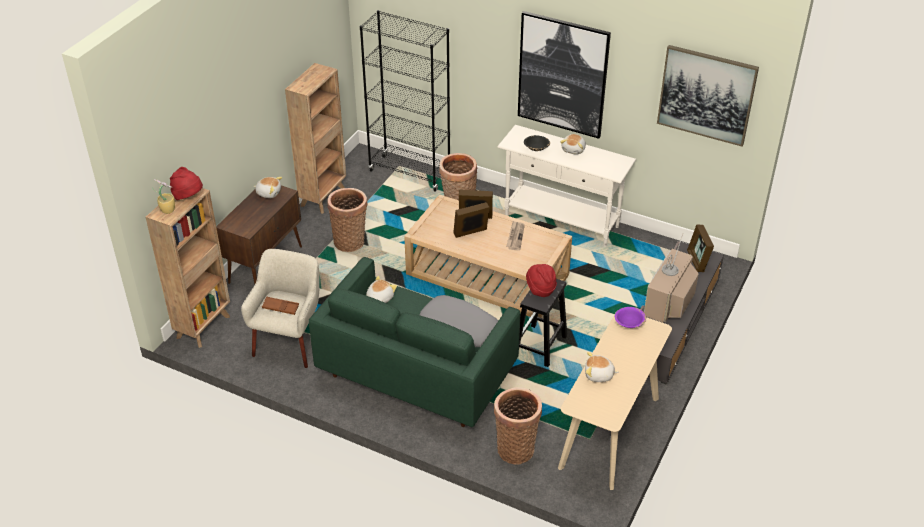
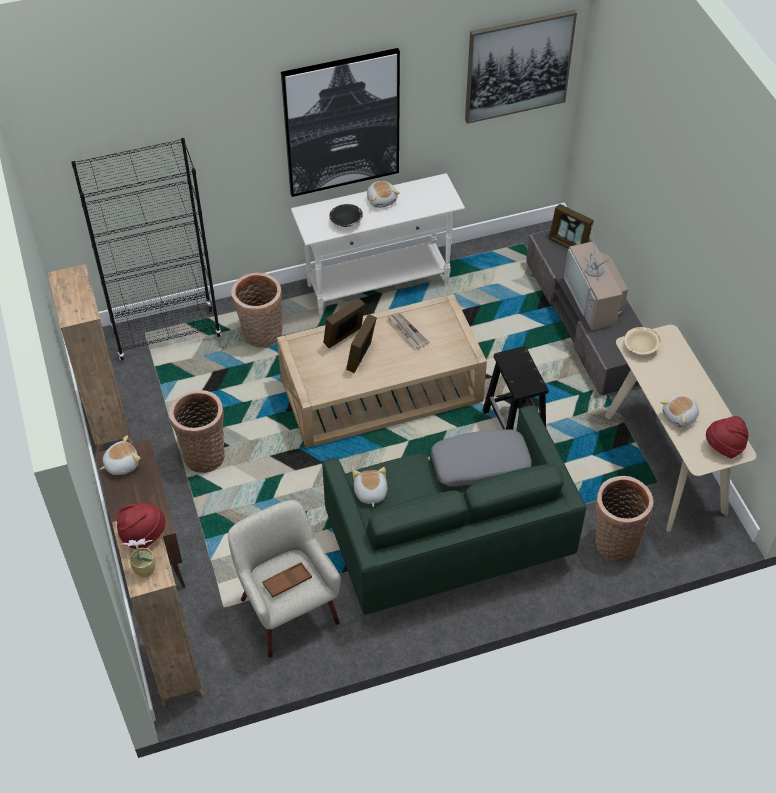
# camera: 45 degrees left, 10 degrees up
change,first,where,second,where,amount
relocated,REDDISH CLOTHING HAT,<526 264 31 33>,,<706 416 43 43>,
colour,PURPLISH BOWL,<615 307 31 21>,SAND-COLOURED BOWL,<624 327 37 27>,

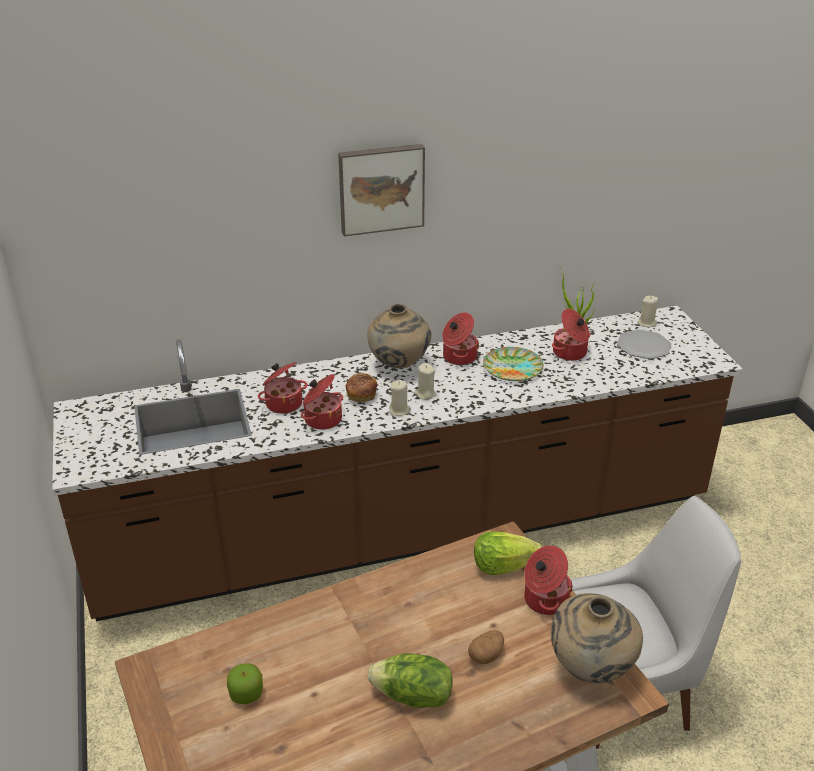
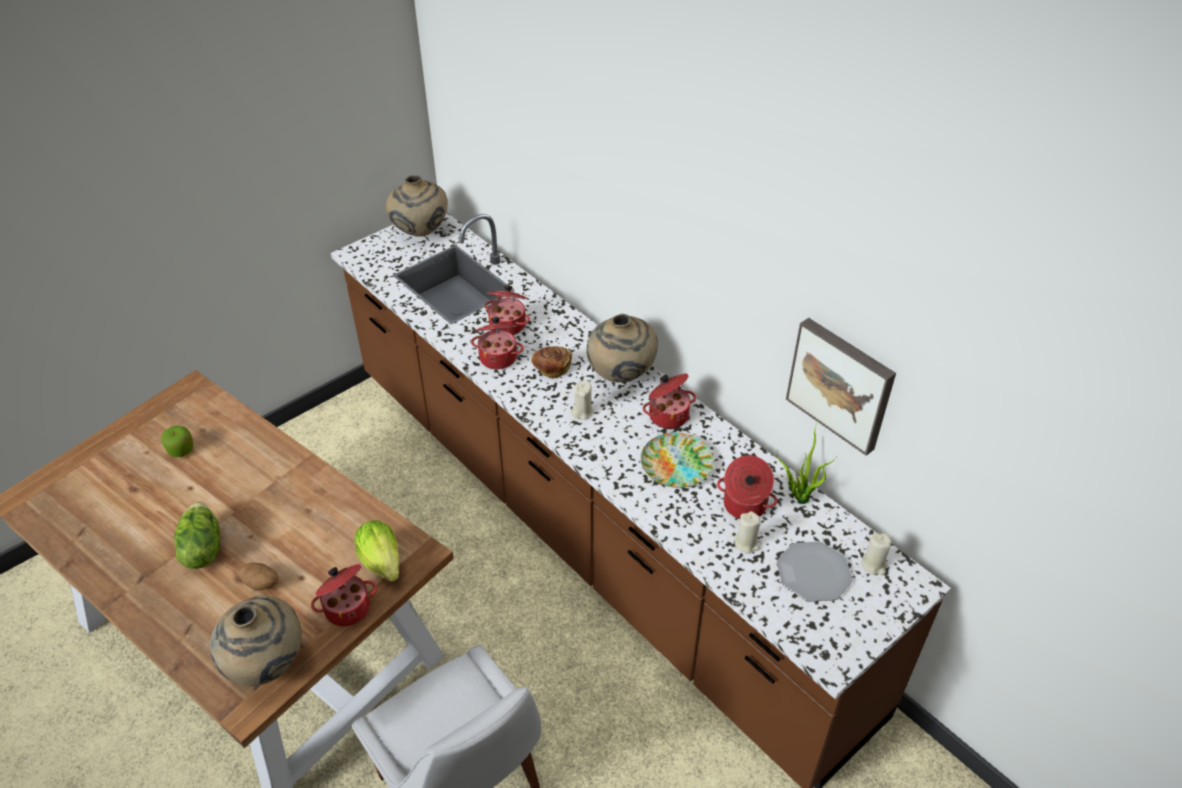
# camera: 65 degrees right, 10 degrees up
change,first,where,second,where,amount
relocated,WALL PICTURE,<338 144 87 92>,,<786 318 110 138>,
relocated,SAND-COLOURED WAX CANDLE,<389 380 21 36>,,<734 511 26 43>,
appeared,,,SAND-COLOURED DECORATIVE VASE,<385 175 63 62>,

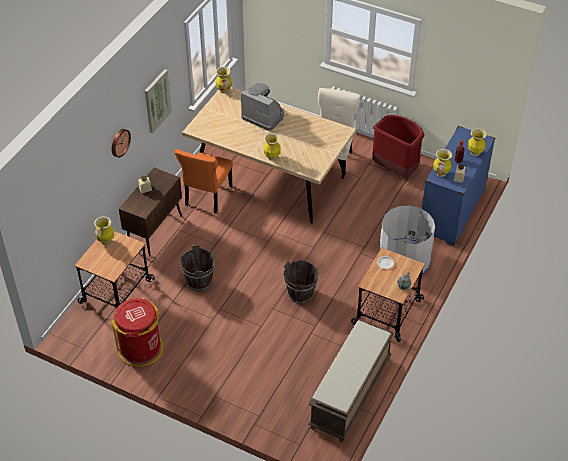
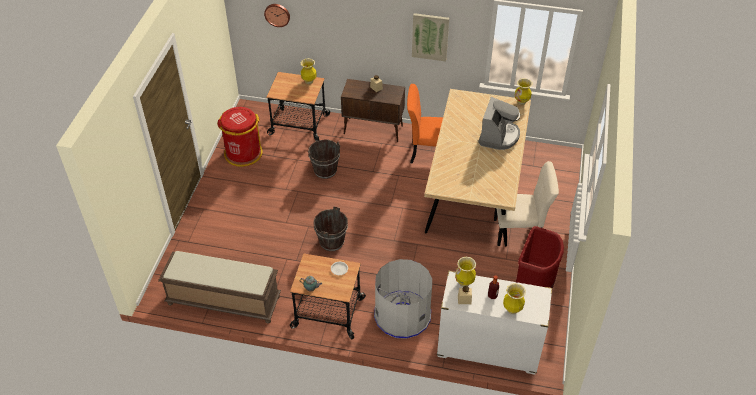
# camera: 75 degrees right, 0 degrees up
change,first,where,second,where,amount
relocated,WALL CLOCK,<112 129 19 29>,,<264 4 26 23>,
missing,DECORATIVE VASE,<264 133 17 28>,,,
colour,BLUE-COLOURED CHEST OF DRAWERS,<422 126 73 120>,WHITE-COLOURED CHEST OF DRAWERS,<437 271 115 104>,

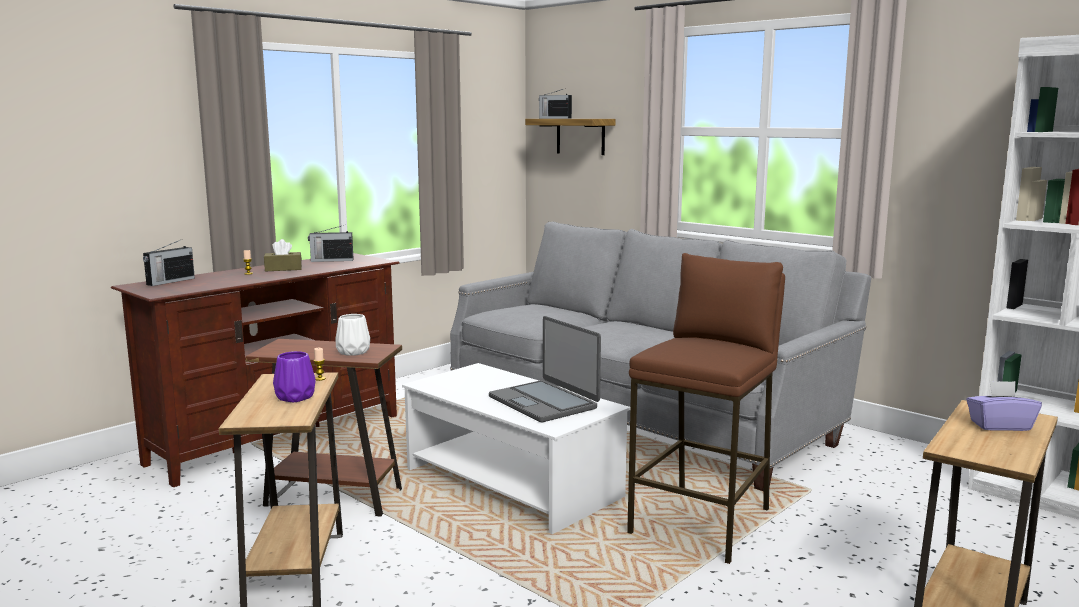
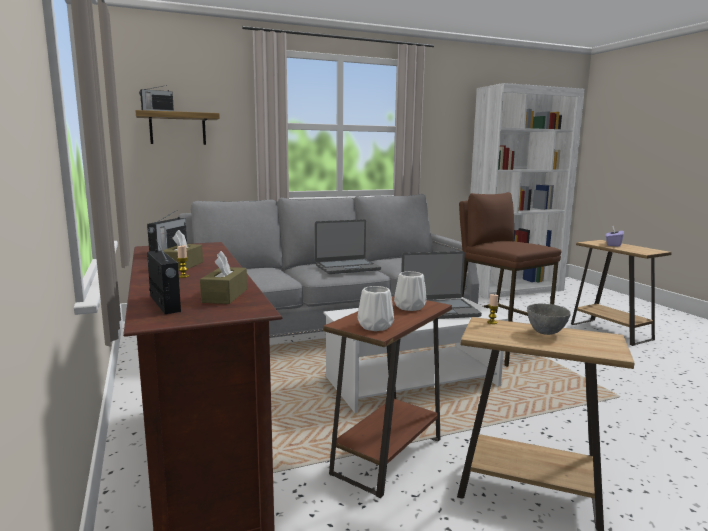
# camera: 65 degrees left, 0 degrees up
change,first,where,second,where,amount
exchanged,PURPLISH DECORATIVE VASE,<273 351 43 51>,GRAY BOWL,<527 303 44 32>,
appeared,,,BROWN-COLOURED BOX OF TISSUES,<200 251 47 53>,
appeared,,,LAPTOP,<315 219 66 55>,
appeared,,,WHITE-COLOURED DECORATIVE VASE,<358 286 36 45>,

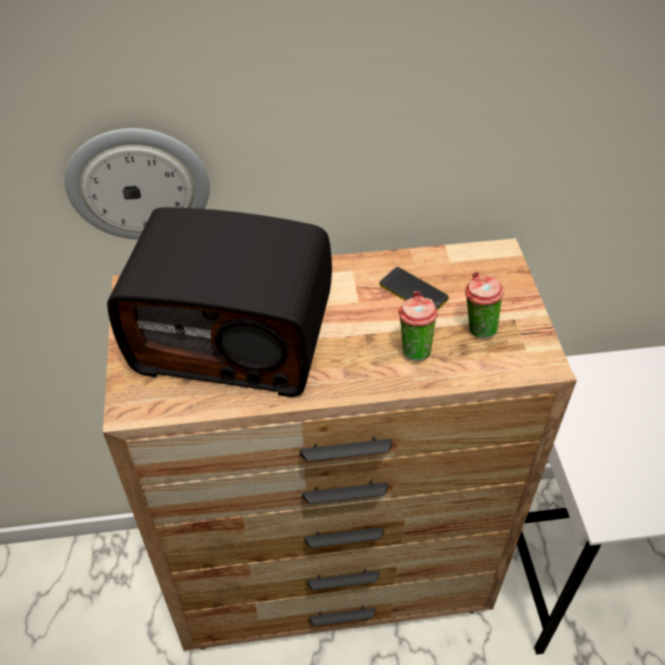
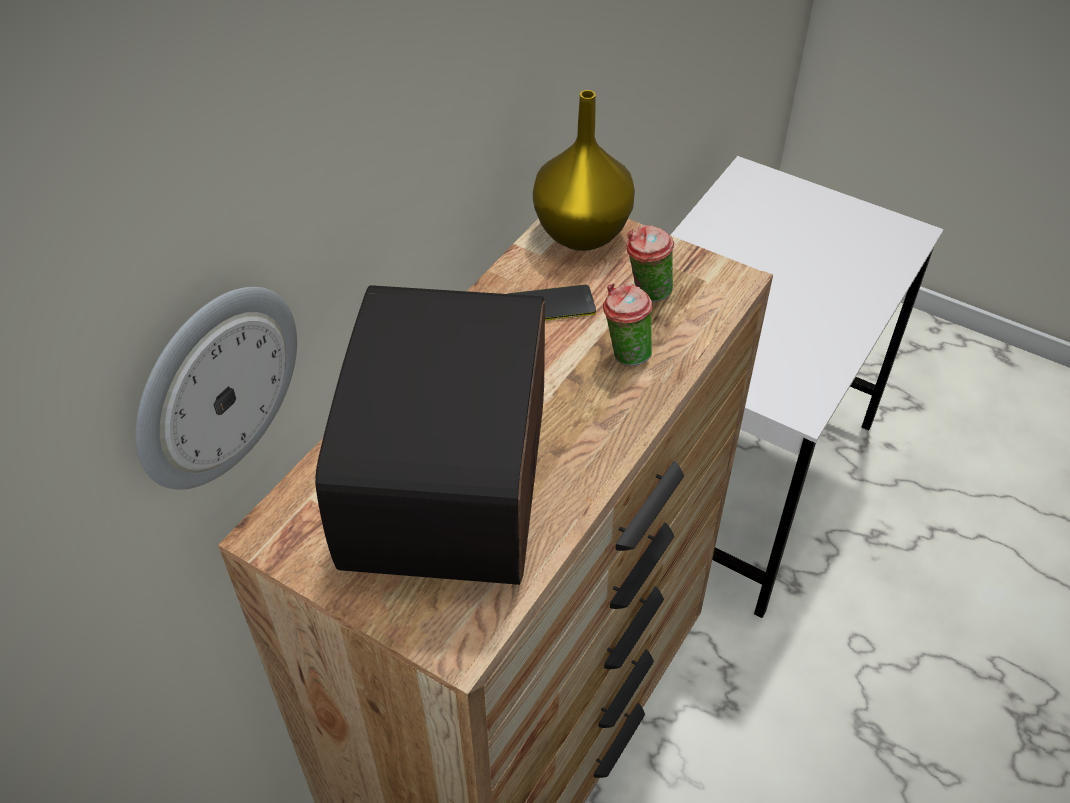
# camera: 50 degrees left, 0 degrees up
change,first,where,second,where,amount
spun,RADIO,<107 207 225 190>,,<315 285 230 300>,135 degrees clockwise
appeared,,,YELLOWISH DECORATIVE VASE,<533 90 102 161>,

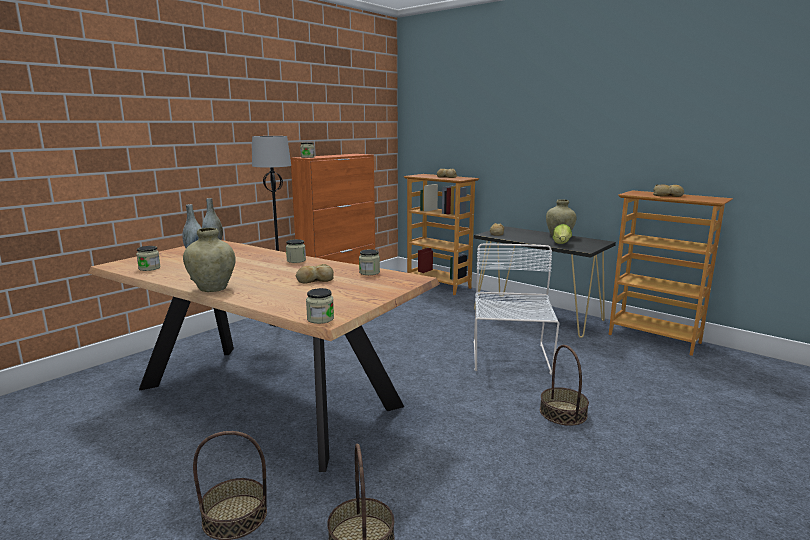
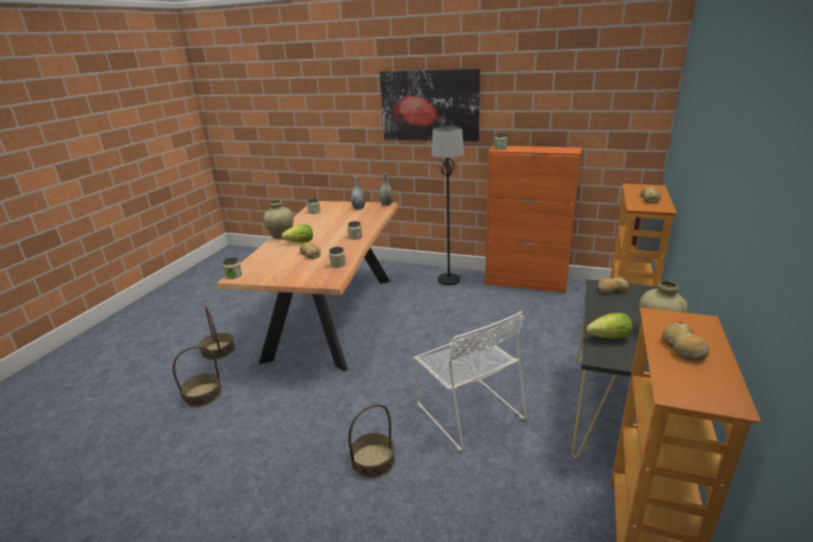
# camera: 70 degrees right, 10 degrees up
change,first,where,second,where,amount
spun,WHITE-COLOURED UPRIGHT CHAIR,<473 244 86 131>,,<413 311 114 141>,75 degrees clockwise
appeared,,,HEAD OF LETTUCE,<281 224 32 19>,
appeared,,,WALL PICTURE,<380 69 100 73>,

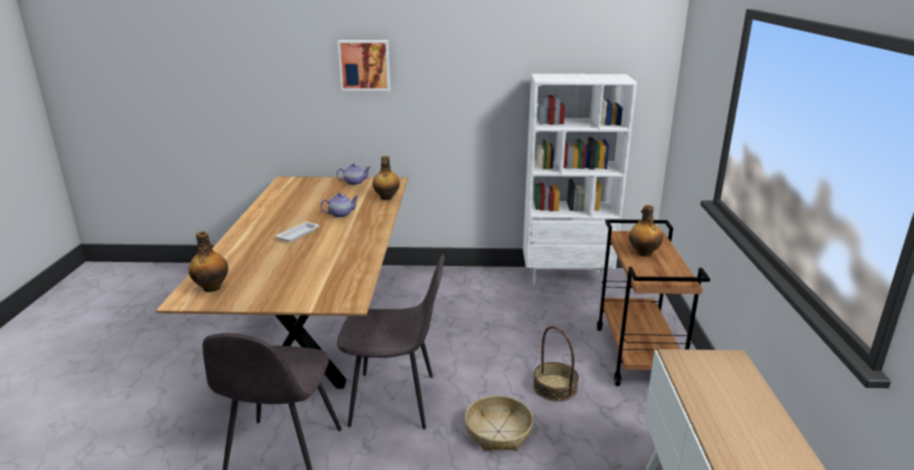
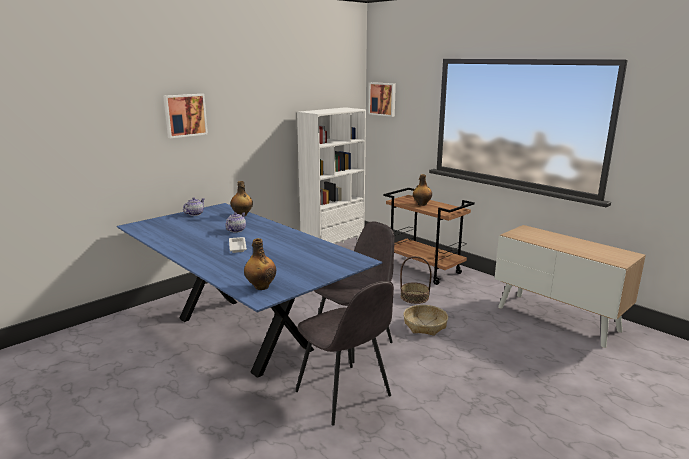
# camera: 45 degrees left, 5 degrees down
change,first,where,second,where,amount
colour,BROWN-COLOURED KITCHEN TABLE,<156 176 252 213>,BLUE-COLOURED KITCHEN TABLE,<117 203 266 175>,
appeared,,,WALL PICTURE,<369 82 27 35>,

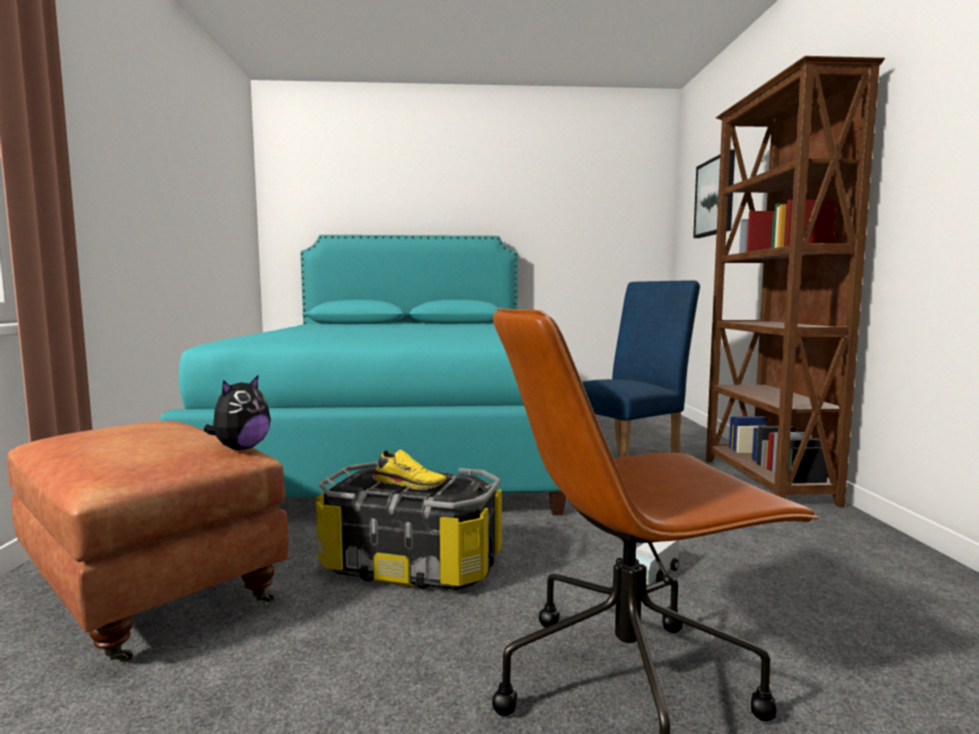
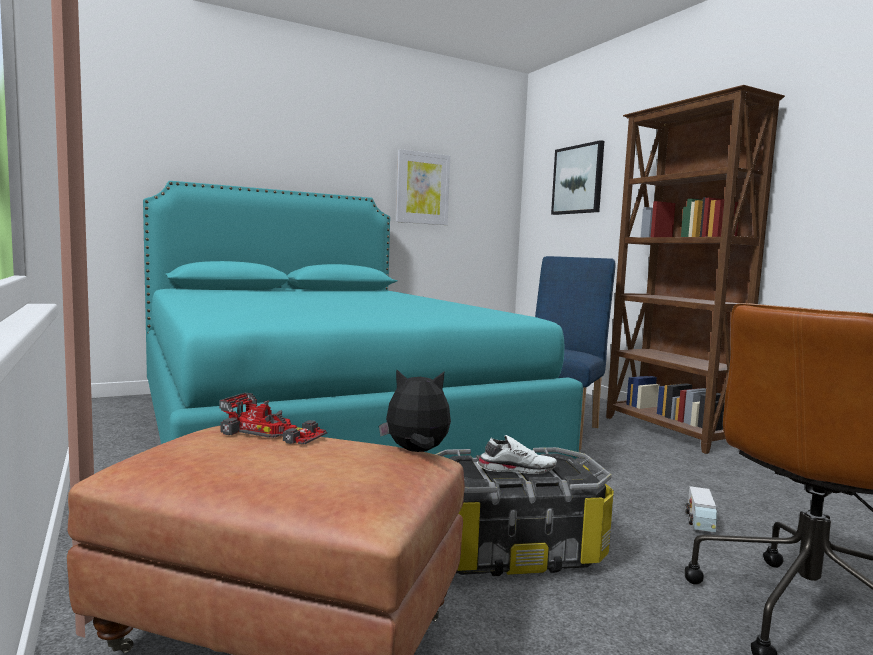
# camera: 25 degrees left, 0 degrees up
change,first,where,second,where,amount
spun,CUDDLY TOY,<203 375 68 75>,,<379 369 72 83>,90 degrees counterclockwise
colour,YELLOWISH ITEM OF FOOTWEAR,<373 449 74 41>,WHITE-COLOURED ITEM OF FOOTWEAR,<477 435 80 39>,
appeared,,,MODEL CAR,<220 393 107 51>,
appeared,,,WALL PICTURE,<396 149 54 76>,

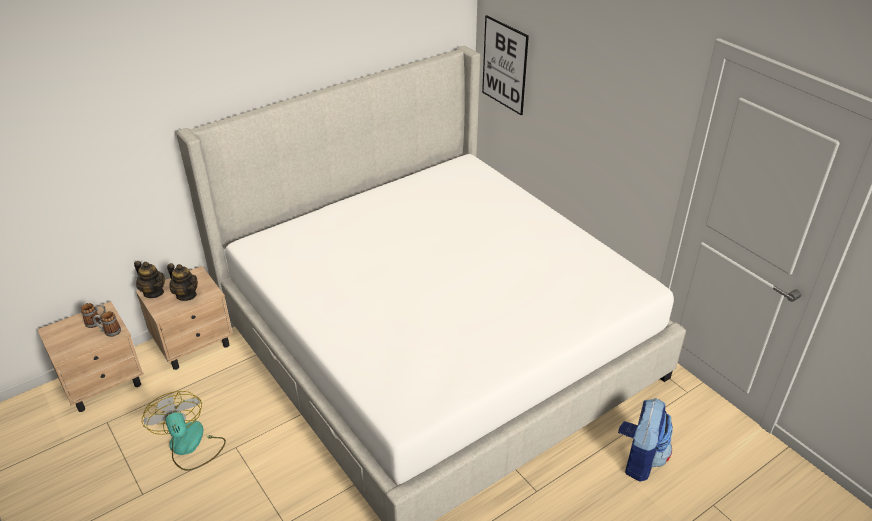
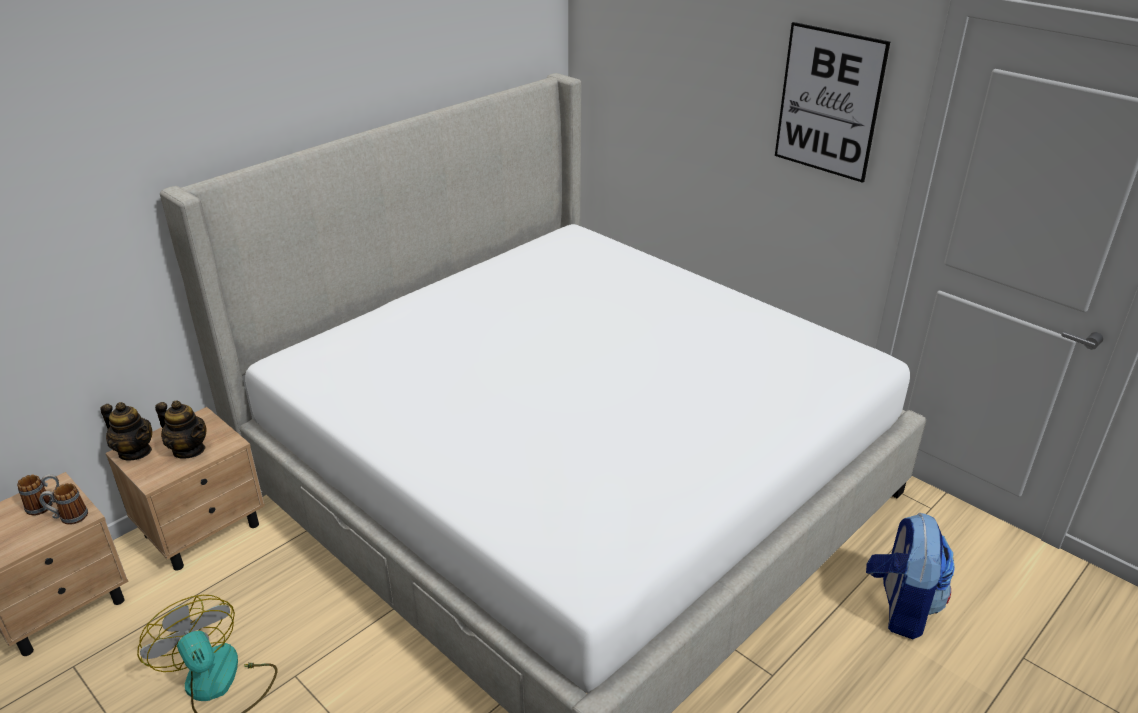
# camera: 10 degrees left, 5 degrees down
change,first,where,second,where,amount
relocated,WALL PICTURE,<482 15 47 100>,,<775 22 115 161>,

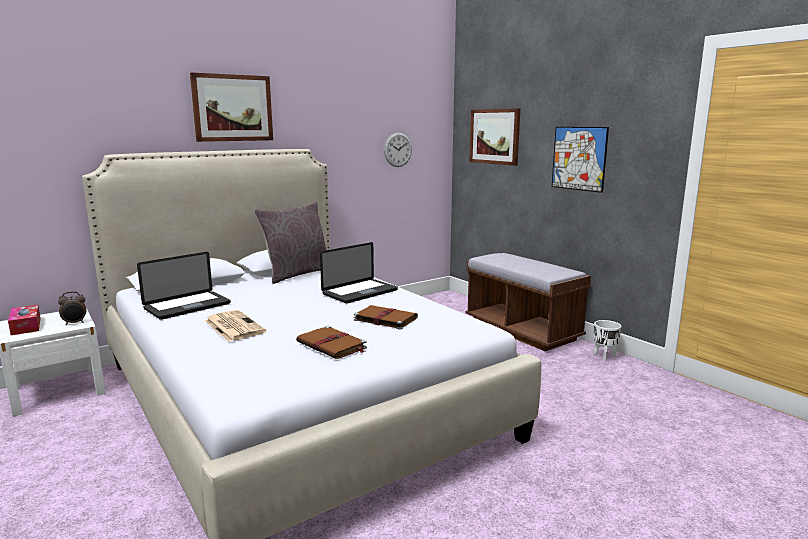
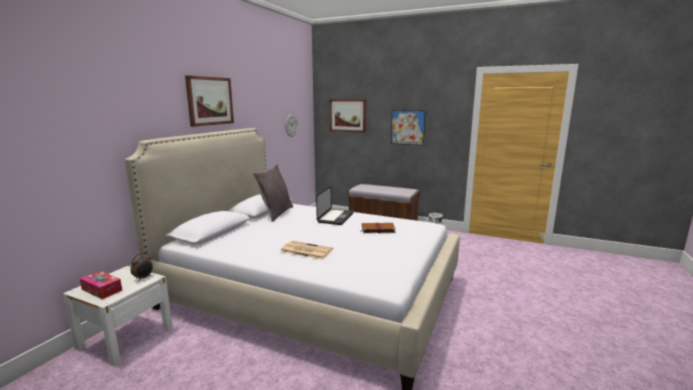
# camera: 30 degrees left, 0 degrees up
change,first,where,second,where,amount
missing,LAPTOP,<137 252 94 68>,,,
missing,BROWN-COLOURED BOOK,<296 326 71 33>,,,

